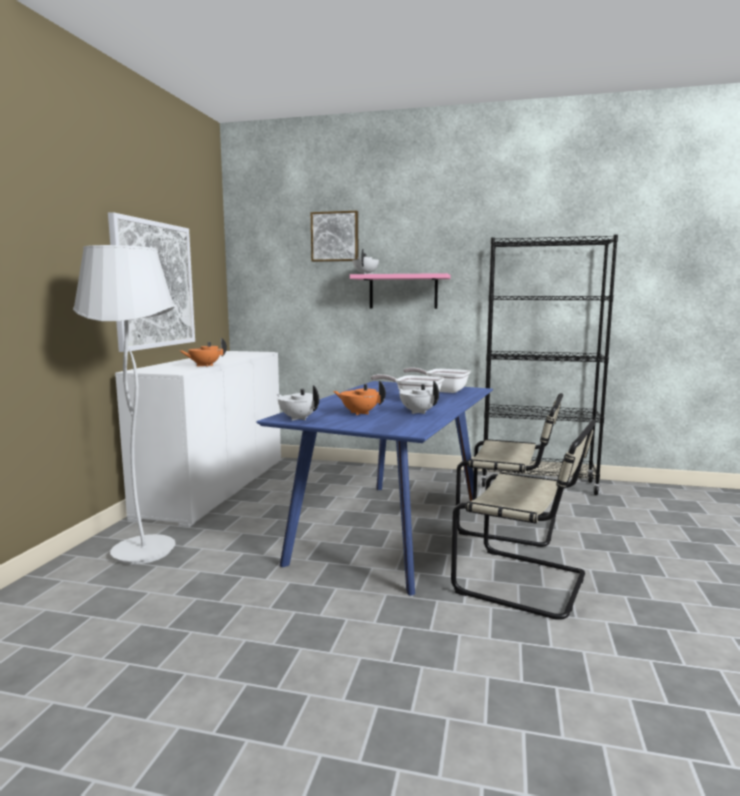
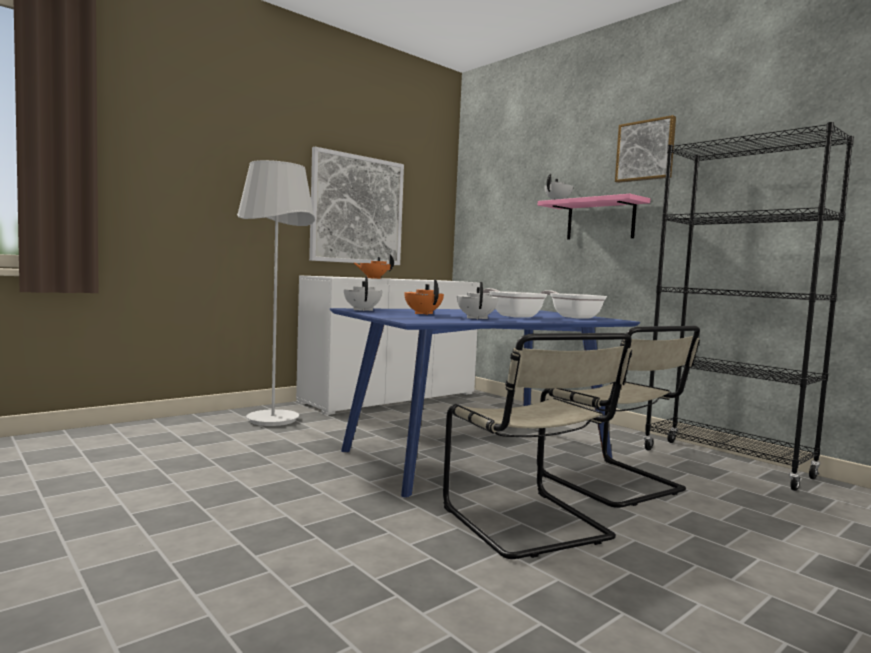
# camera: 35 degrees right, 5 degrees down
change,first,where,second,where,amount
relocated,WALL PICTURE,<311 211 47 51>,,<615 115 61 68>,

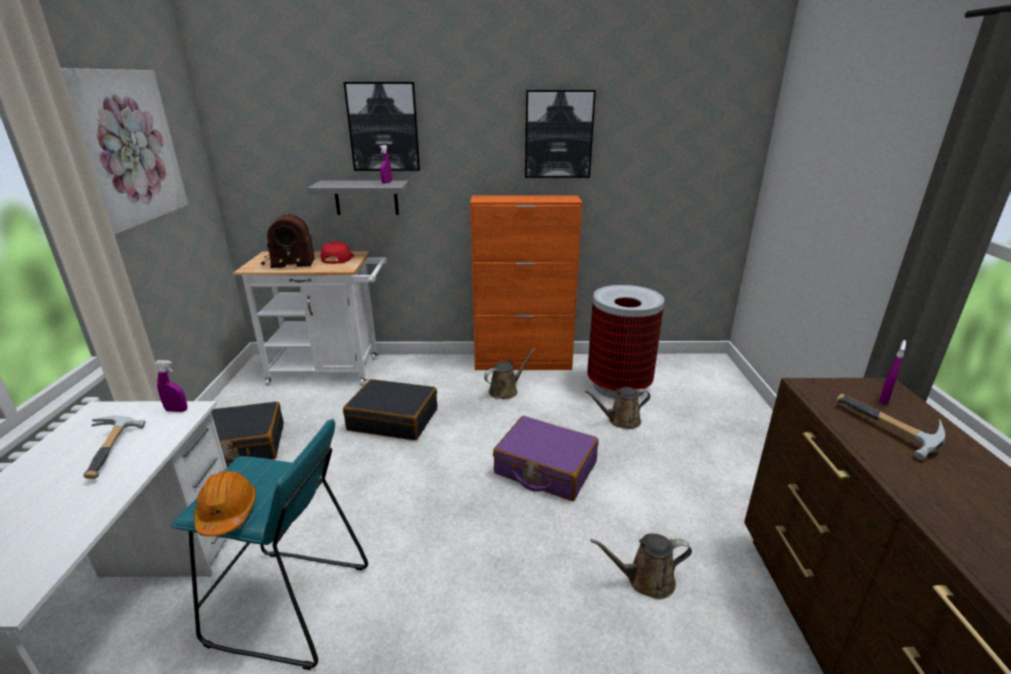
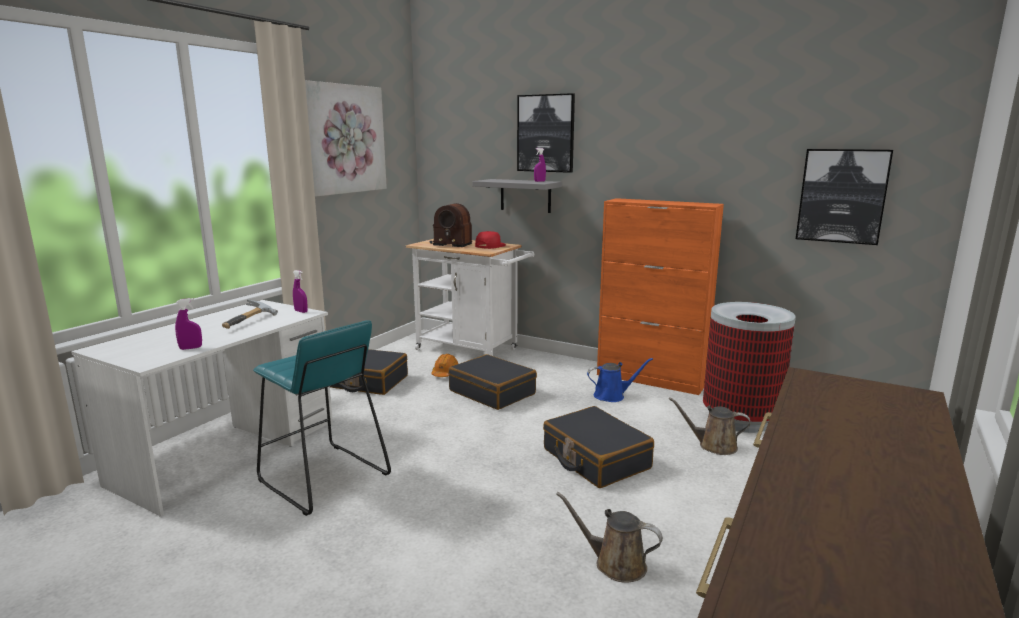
# camera: 30 degrees right, 10 degrees down
change,first,where,second,where,amount
relocated,ORANGEY HARD HAT,<194 471 62 66>,,<432 354 26 23>,
colour,BROWN-COLOURED WATERING POT,<484 348 52 51>,BLUE-COLOURED WATERING POT,<587 358 66 44>,
colour,PURPLISH PIECE OF LUGGAGE,<493 416 106 85>,BLACK-COLOURED PIECE OF LUGGAGE,<543 406 111 82>,
relocated,WALL PICTURE,<525 90 71 88>,,<796 149 97 96>,
missing,HAMMER,<836 394 109 66>,,,
relocated,PURPLISH HAND SPRAYER,<879 340 27 64>,,<175 298 27 52>,

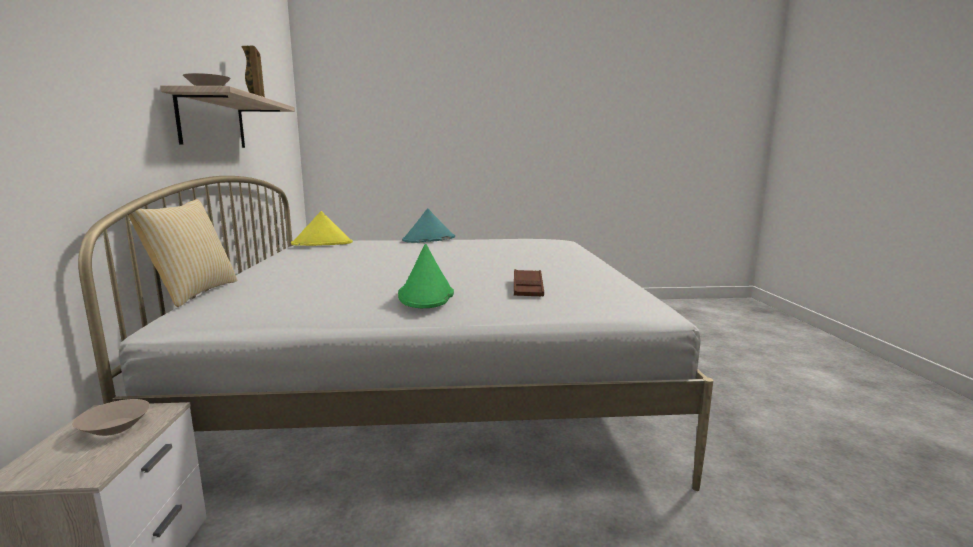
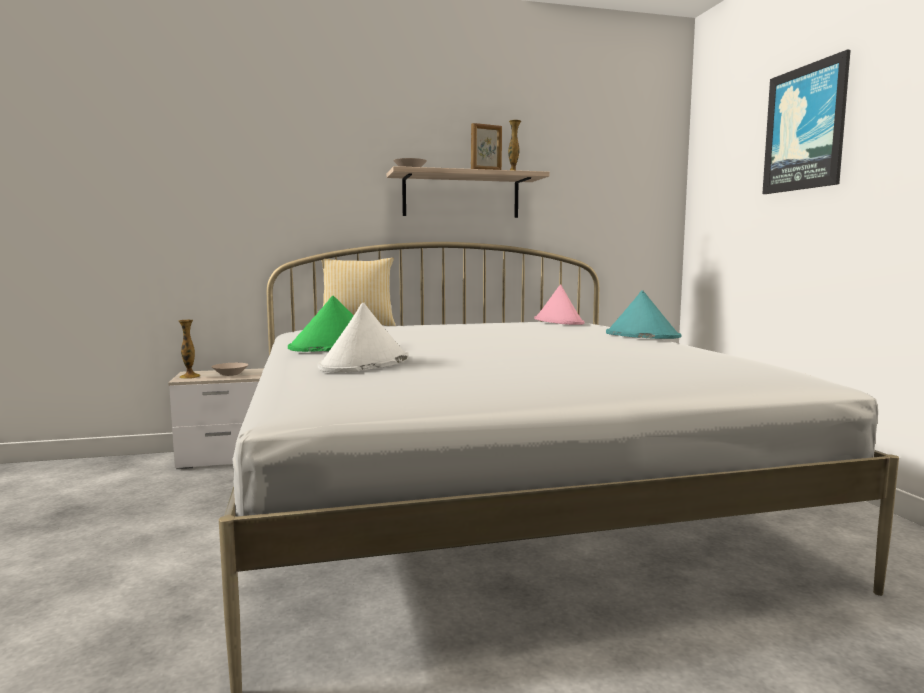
# camera: 80 degrees right, 5 degrees down
change,first,where,second,where,amount
colour,YELLOWISH CLOTHING HAT,<291 211 62 35>,PINKISH CLOTHING HAT,<534 284 51 41>,
exchanged,BROWN-COLOURED TRAY,<514 269 30 27>,WHITE-COLOURED CLOTHING HAT,<318 303 91 70>,
appeared,,,DECORATIVE VASE,<178 320 23 59>,
appeared,,,WALL PICTURE,<762 49 89 145>,

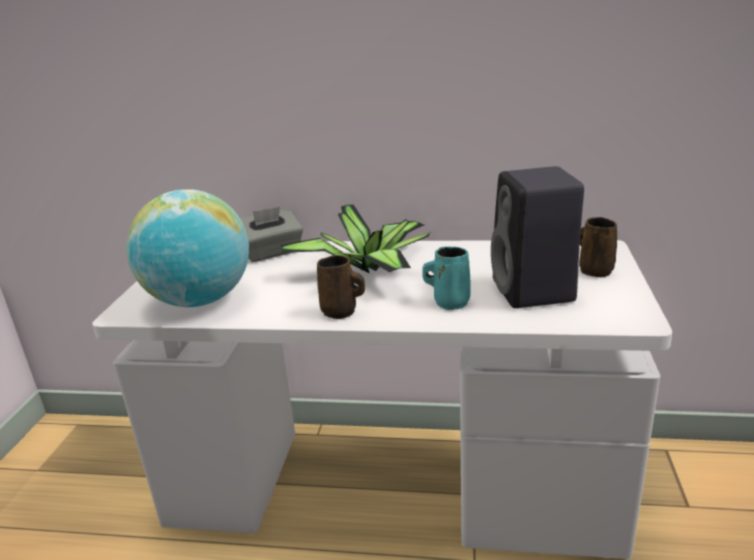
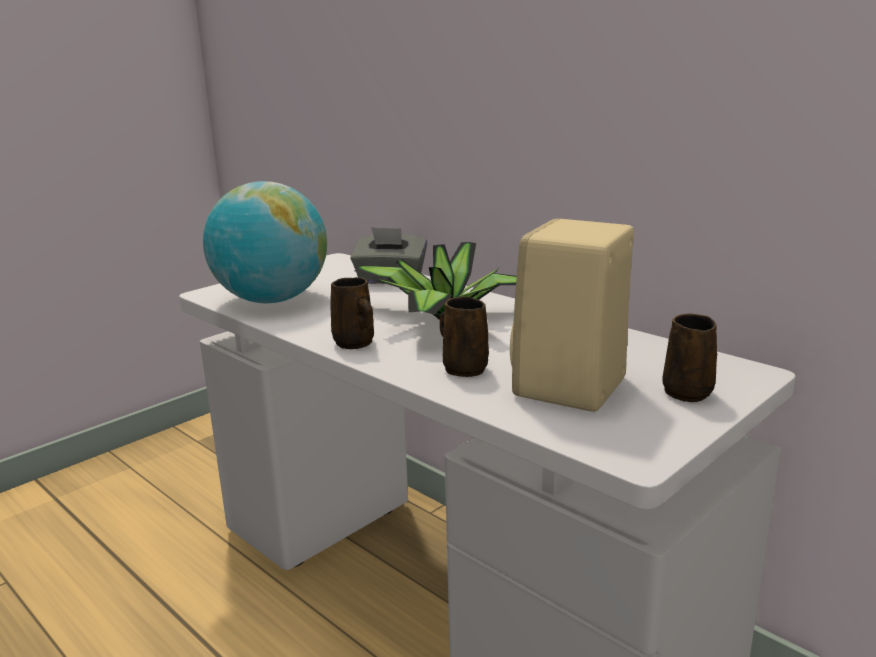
# camera: 35 degrees right, 5 degrees down
change,first,where,second,where,amount
colour,TURQUOISE MUG,<422 246 49 64>,BROWN-COLOURED MUG,<440 296 49 81>,
colour,BLACK-COLOURED AUDIO SPEAKER,<491 166 93 142>,SAND-COLOURED AUDIO SPEAKER,<510 219 124 193>,

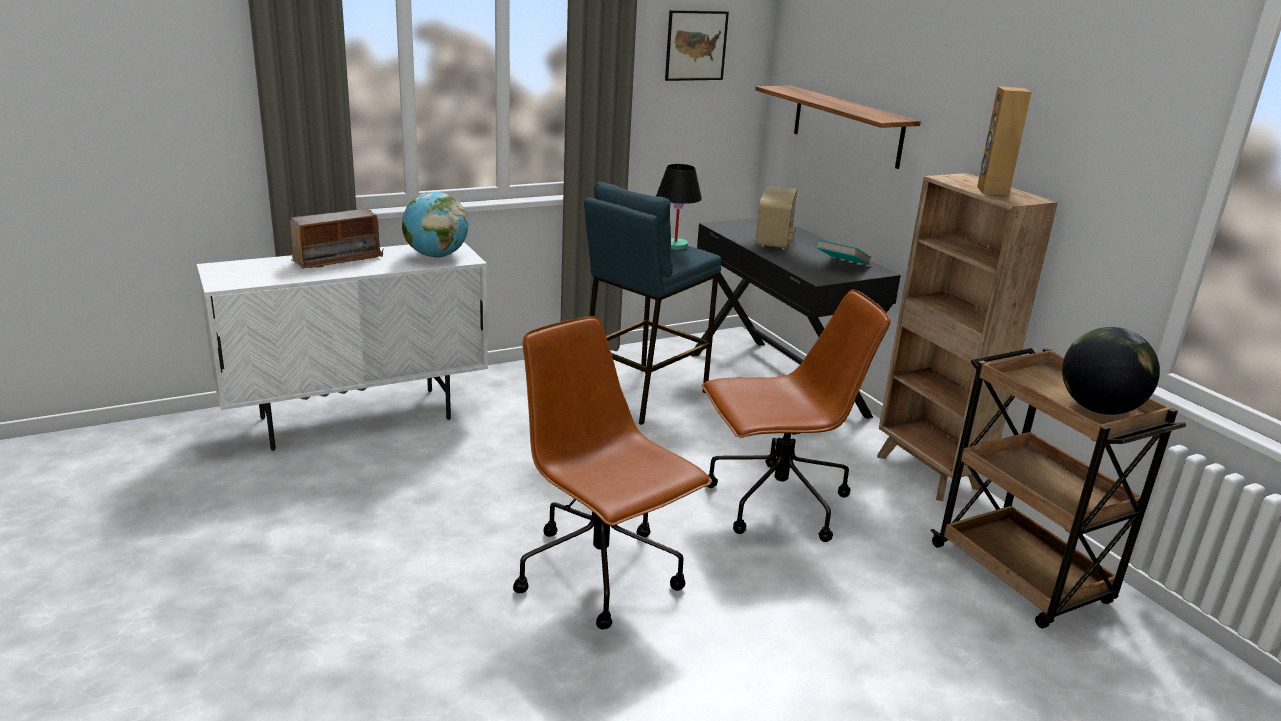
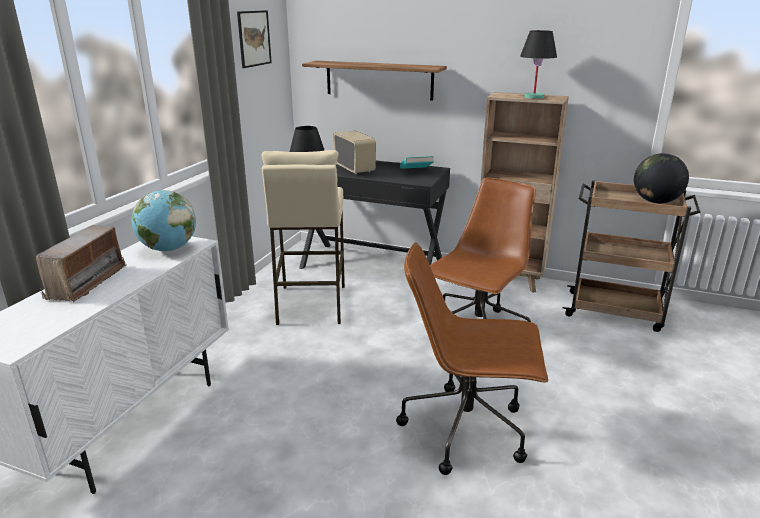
# camera: 40 degrees left, 0 degrees up
change,first,where,second,where,amount
colour,BLUE-COLOURED STOOL,<584 181 137 244>,SAND-COLOURED STOOL,<261 150 84 175>,
exchanged,BROWN-COLOURED AUDIO SPEAKER,<977 86 54 110>,BLACK-COLOURED LAMP FOR A TABLE,<520 30 37 69>,

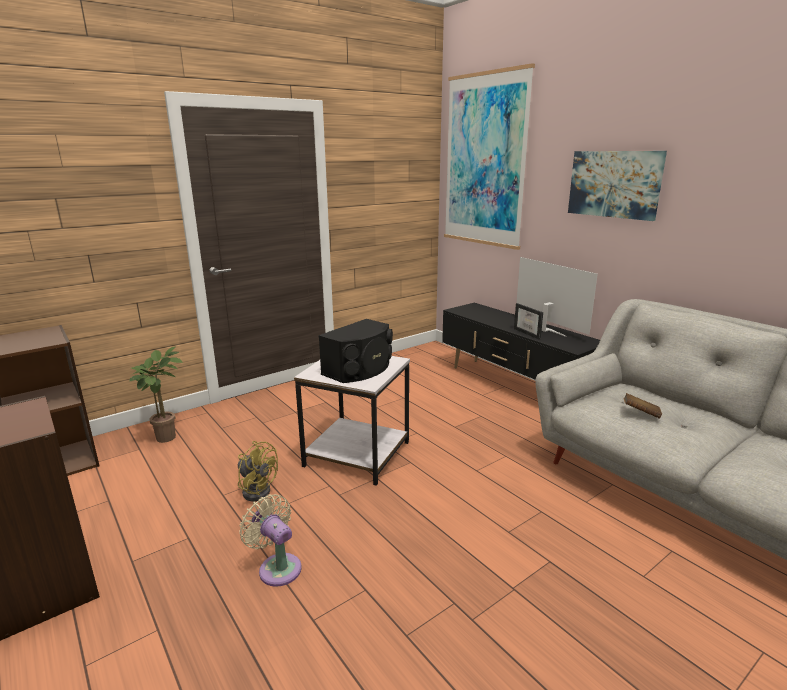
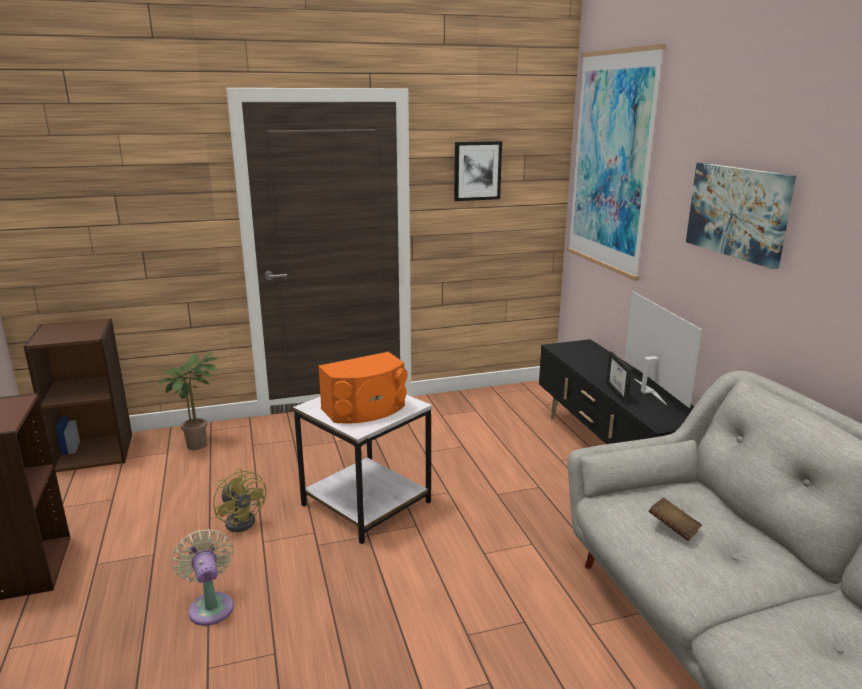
# camera: 20 degrees right, 0 degrees up
change,first,where,second,where,amount
colour,BLACK-COLOURED AUDIO SPEAKER,<319 319 74 64>,ORANGEY AUDIO SPEAKER,<318 352 90 71>,
appeared,,,WALL PICTURE,<454 141 48 60>,

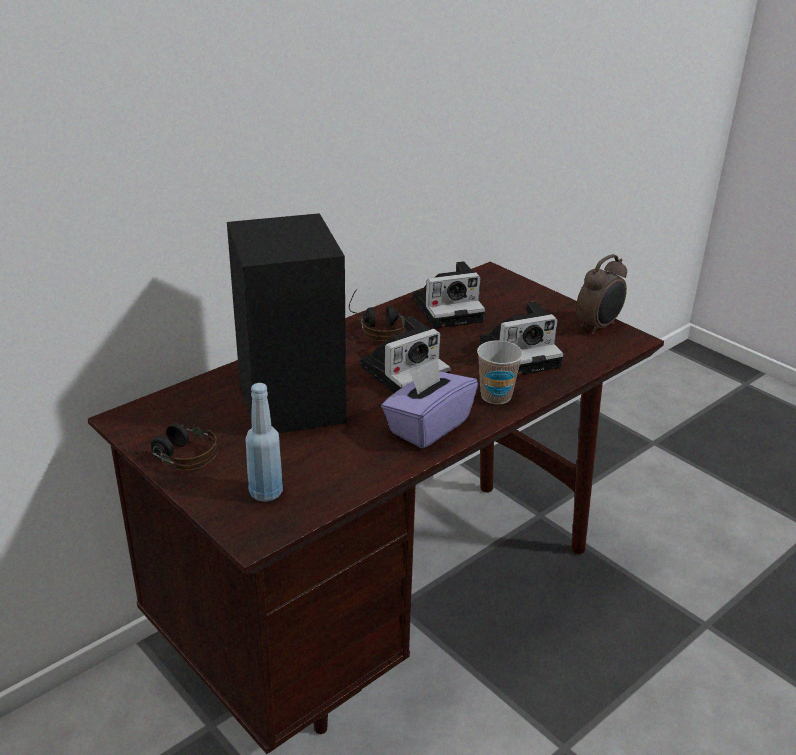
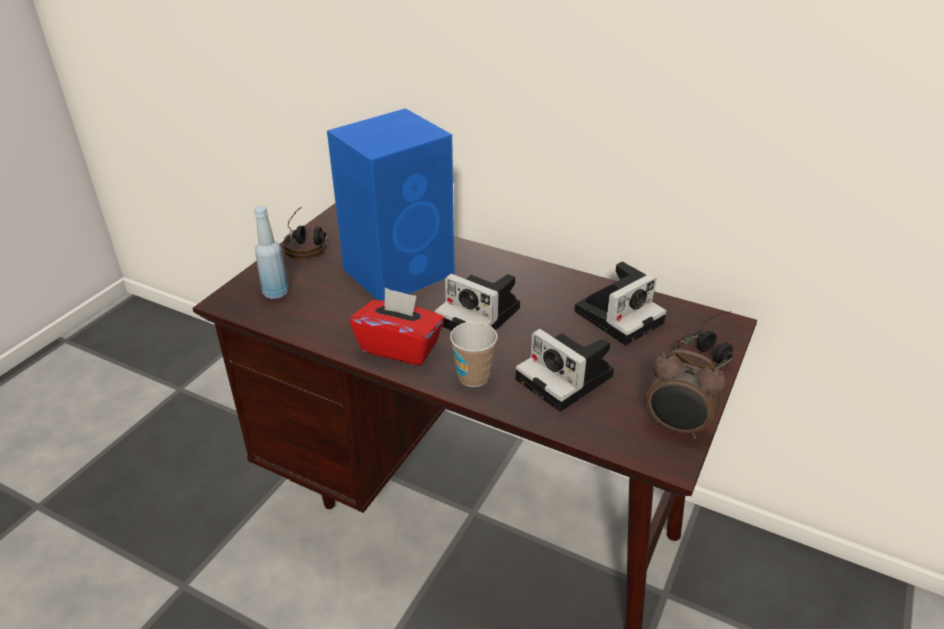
# camera: 70 degrees right, 5 degrees up
change,first,where,second,where,amount
colour,BLACK-COLOURED AUDIO SPEAKER,<227 213 119 220>,BLUE-COLOURED AUDIO SPEAKER,<327 108 128 193>,
relocated,HEADSET,<349 289 58 52>,,<674 312 59 58>,
colour,PURPLISH BOX OF TISSUES,<381 358 97 90>,REDDISH BOX OF TISSUES,<350 287 95 79>,
spun,STILL CAMERA,<413 261 72 68>,,<574 262 93 83>,90 degrees counterclockwise

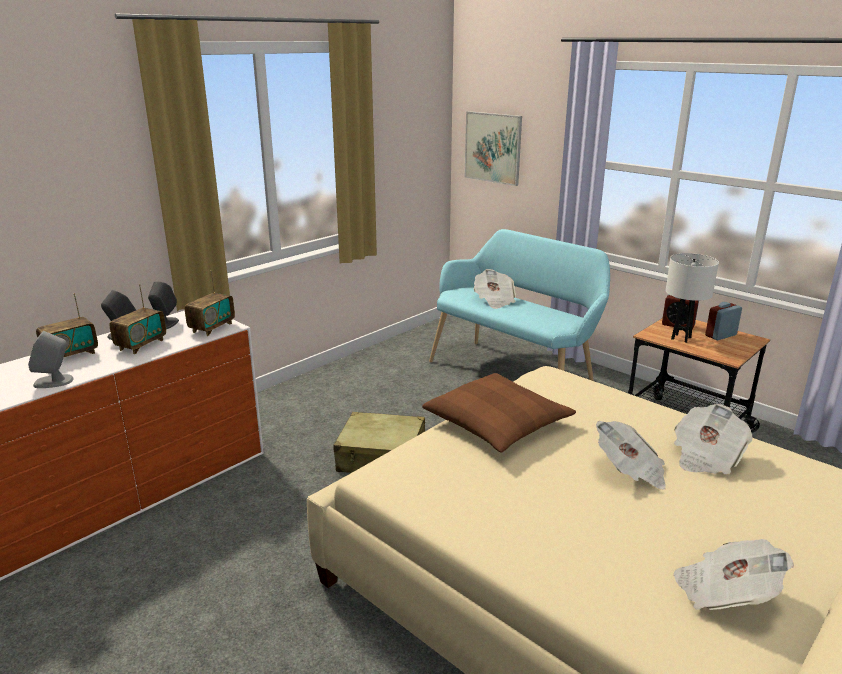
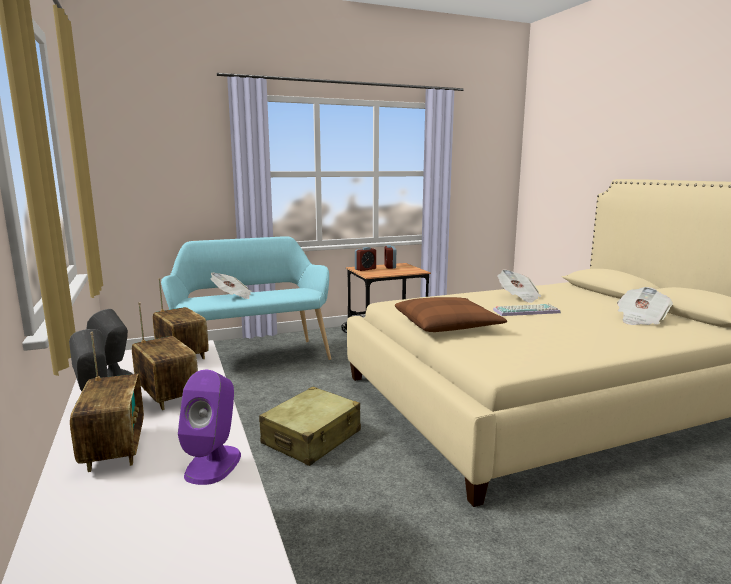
# camera: 65 degrees left, 10 degrees down
change,first,where,second,where,amount
colour,GRAY AUDIO SPEAKER,<28 331 45 57>,PURPLISH AUDIO SPEAKER,<178 370 63 115>,
missing,WALL PICTURE,<465 111 57 75>,,,
exchanged,DAILY PAPER,<596 421 70 69>,PC KEYBOARD,<493 304 68 12>,
missing,WHITE-COLOURED LAMP FOR A TABLE,<666 253 53 90>,,,

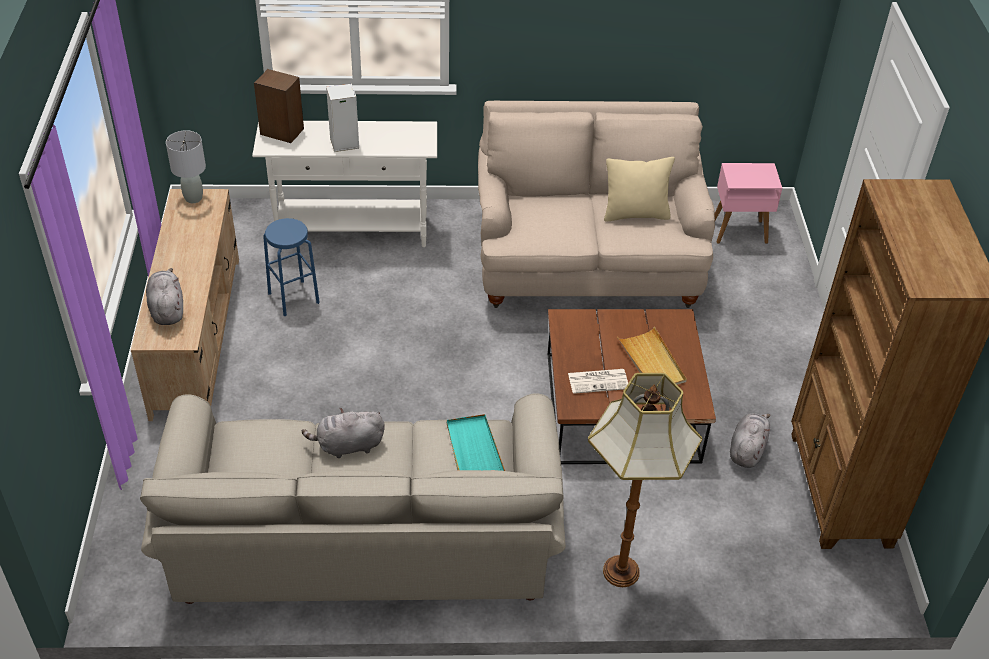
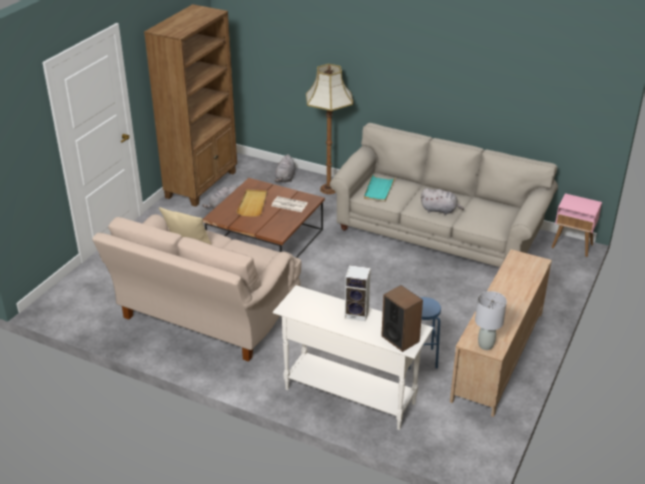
# camera: 150 degrees left, 10 degrees down
change,first,where,second,where,amount
relocated,GRAY CUDDLY TOY,<146 268 37 57>,,<274 154 22 28>,
relocated,PINKISH END TABLE,<714 163 68 81>,,<551 193 51 64>,

